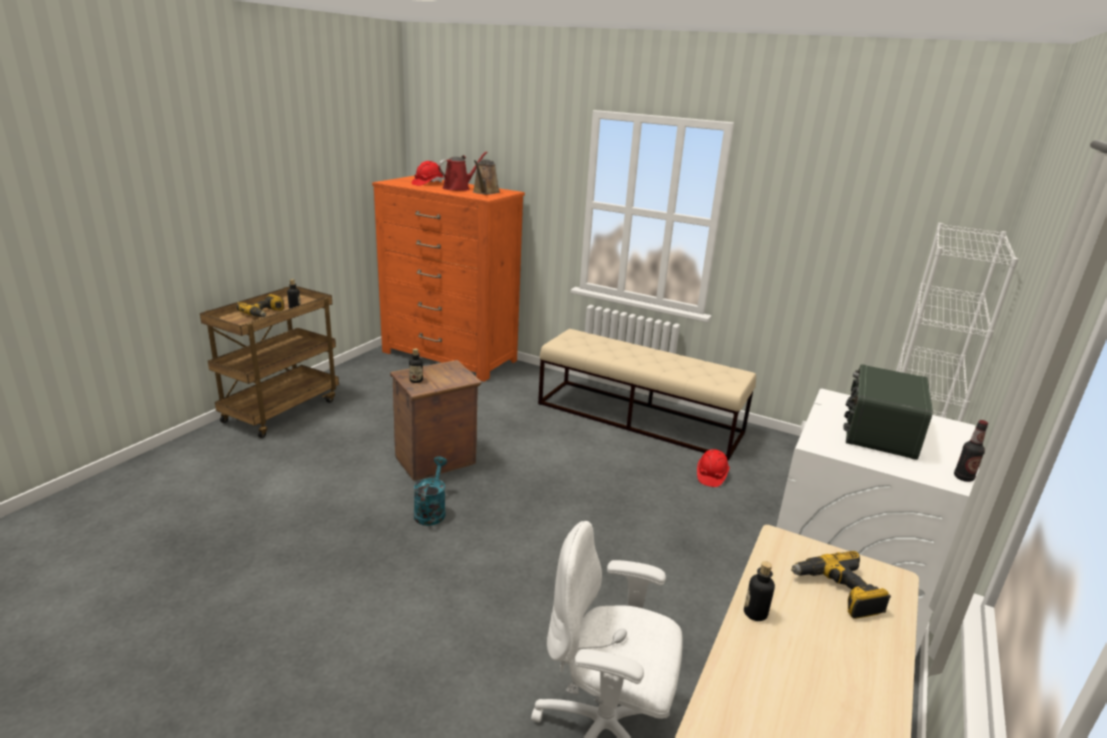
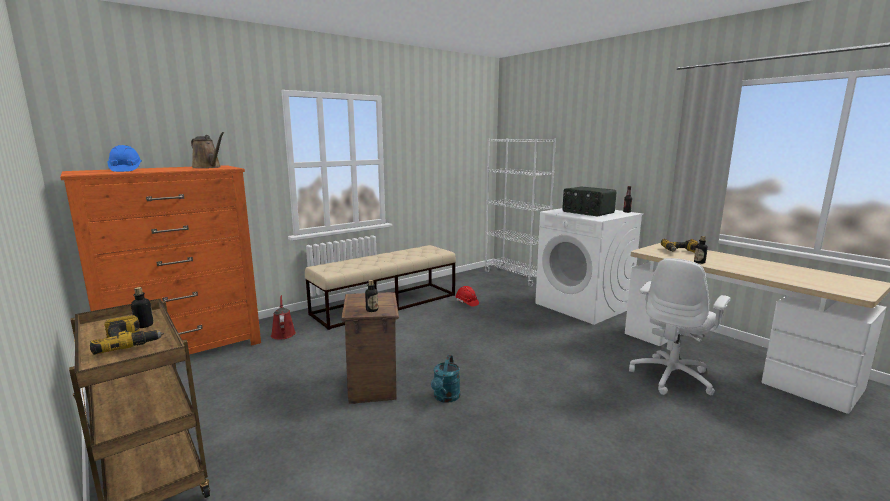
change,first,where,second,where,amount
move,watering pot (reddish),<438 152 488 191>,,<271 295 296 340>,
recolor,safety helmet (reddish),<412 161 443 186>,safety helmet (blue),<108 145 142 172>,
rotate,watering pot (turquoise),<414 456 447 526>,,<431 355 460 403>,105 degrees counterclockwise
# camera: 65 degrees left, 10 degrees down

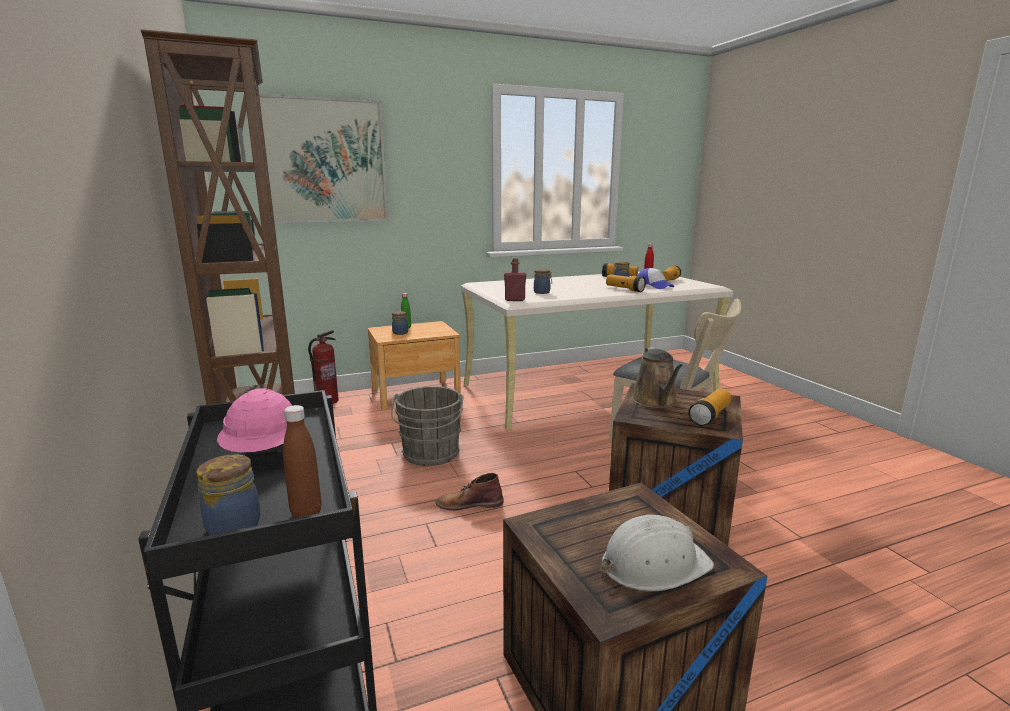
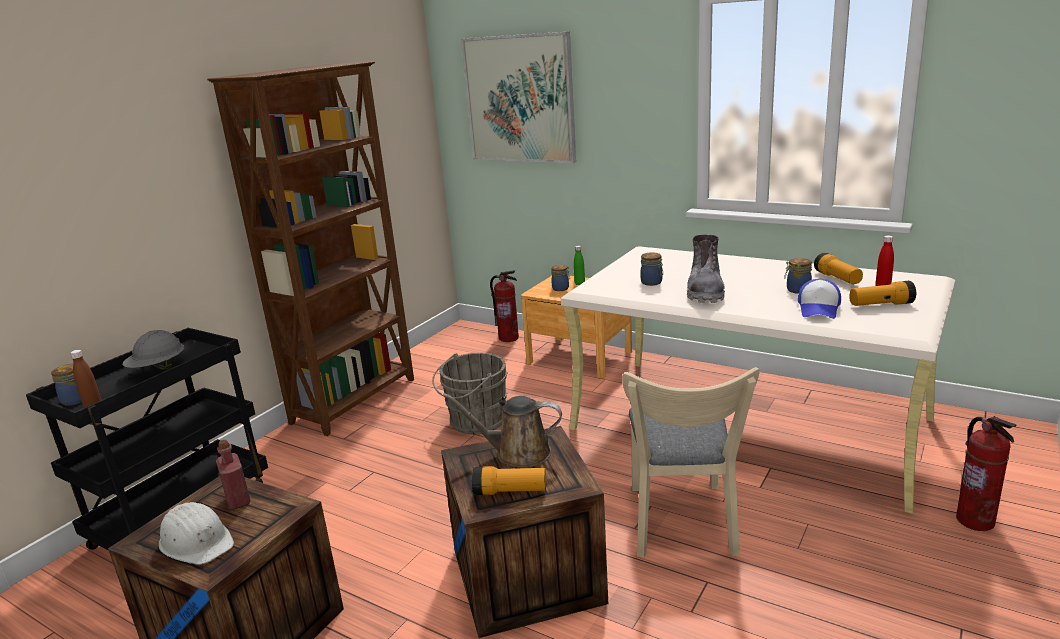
change,first,where,second,where,amount
delete,high-top boot (brown),<436 473 504 510>,,,
delete,torch,<606 274 646 292>,,,
insert,,,high-top boot (grey),<687 234 725 303>,
insert,,,extinguisher,<956 416 1016 531>,
move,beverage bottle (reddish),<504 258 526 301>,,<216 440 251 509>,
recolor,safety helmet (pinkish),<217 389 293 454>,safety helmet (grey),<123 330 184 370>,
rotate,watering pot (brown),<632 347 683 408>,,<443 393 562 468>,45 degrees clockwise
# camera: 55 degrees right, 5 degrees up

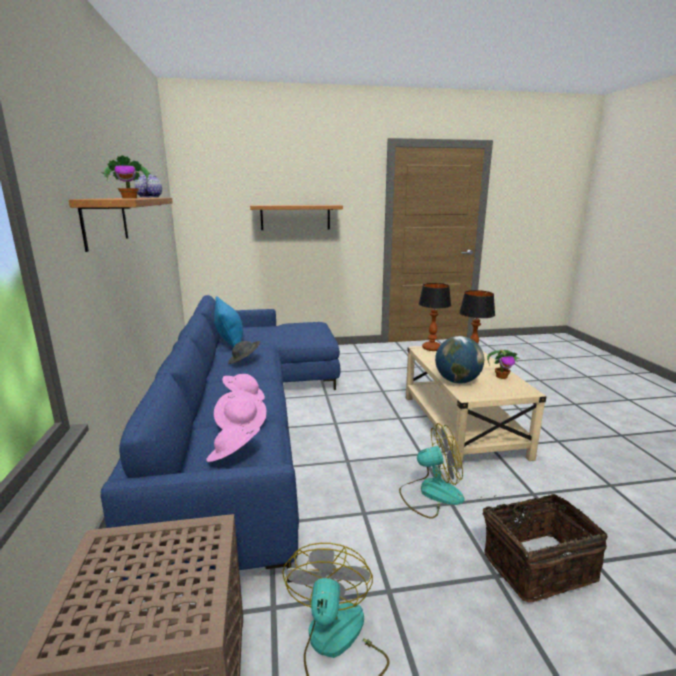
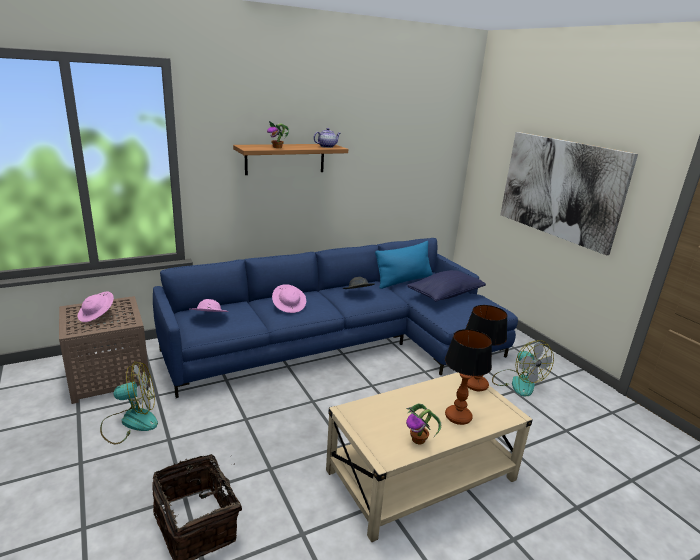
change,first,where,second,where,amount
delete,world globe,<435 336 484 383>,,,
insert,,,pillow (blue),<407 270 486 302>,
move,wearable hat (pinkish),<214 391 266 430>,,<77 292 114 322>,
move,electric fan,<399 423 465 518>,,<492 340 554 397>,
replace,shelf,<250 205 343 230>,wall art,<500 132 638 256>,
# camera: 70 degrees right, 5 degrees up

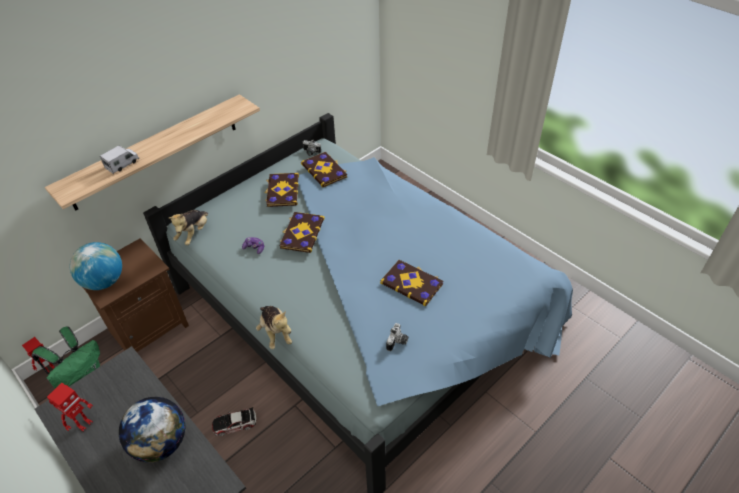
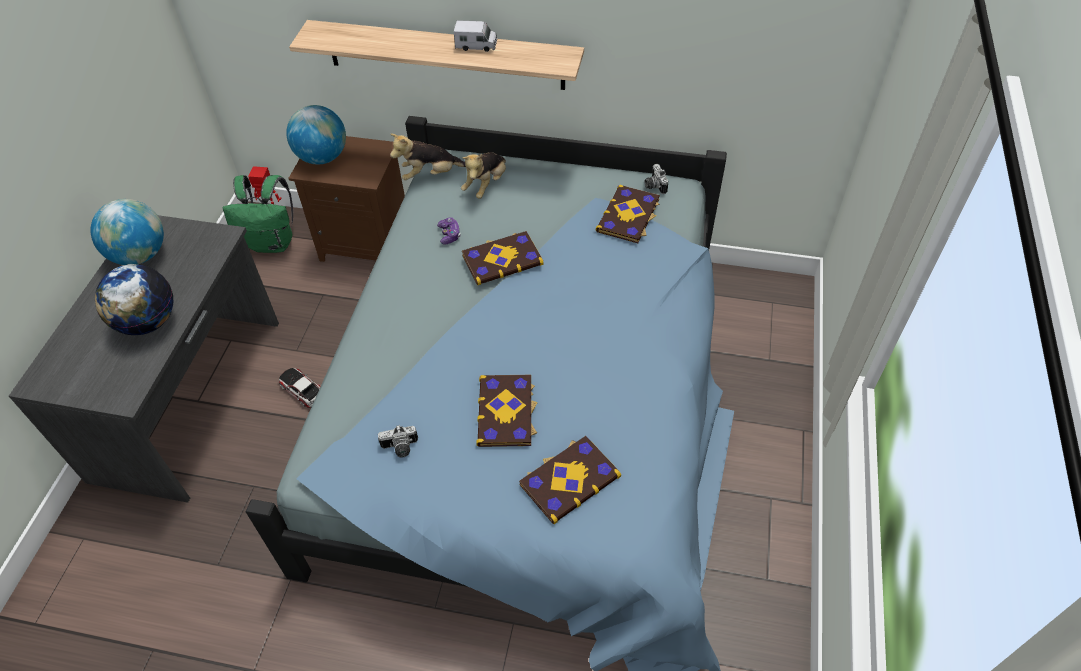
change,first,where,second,where,amount
move,toy lorry,<100 145 139 174>,,<454 20 497 52>,
move,cuddly toy,<256 306 292 349>,,<461 152 506 199>,
move,volume,<264 173 299 207>,,<519 436 621 524>,
replace,robot figure,<47 383 93 432>,world globe,<91 199 164 265>,
# camera: 55 degrees right, 5 degrees up

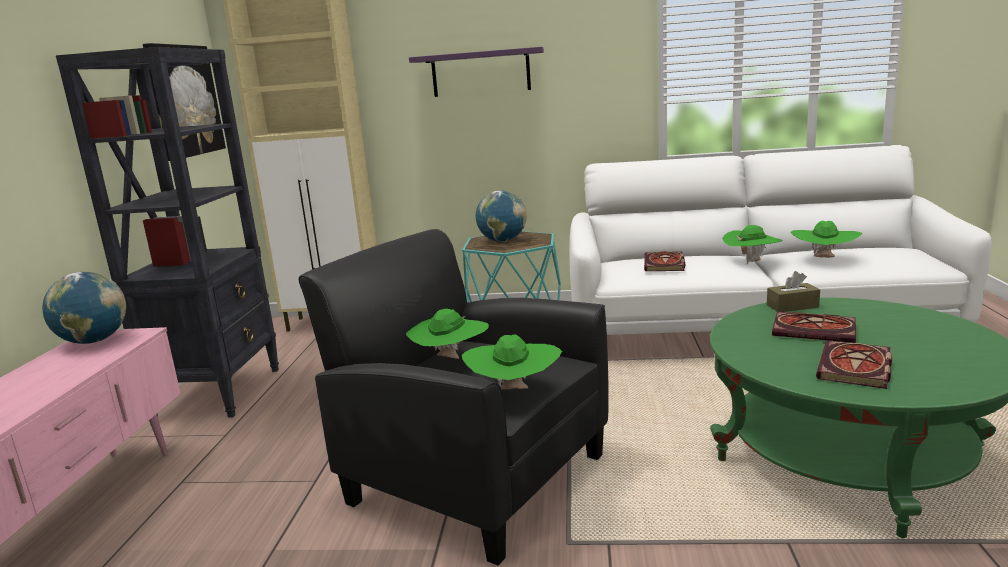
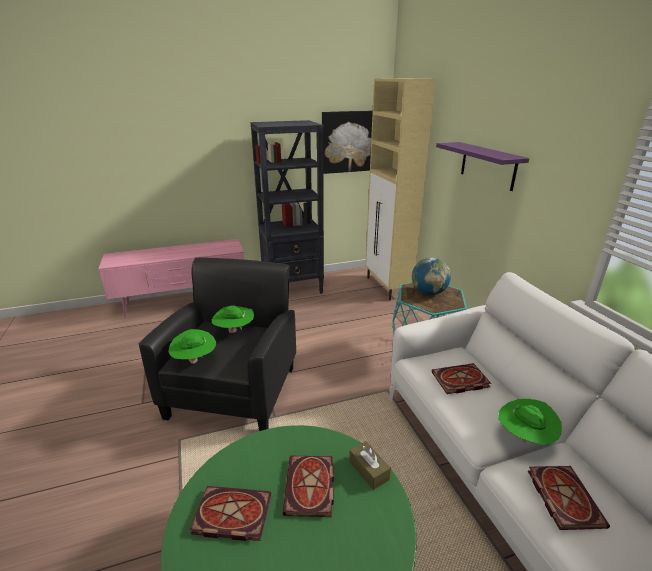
change,first,where,second,where,amount
delete,world globe,<42 272 126 344>,,,
replace,wearable hat (green),<791 221 863 258>,volume,<528 466 610 530>,
# camera: 65 degrees right, 10 degrees up

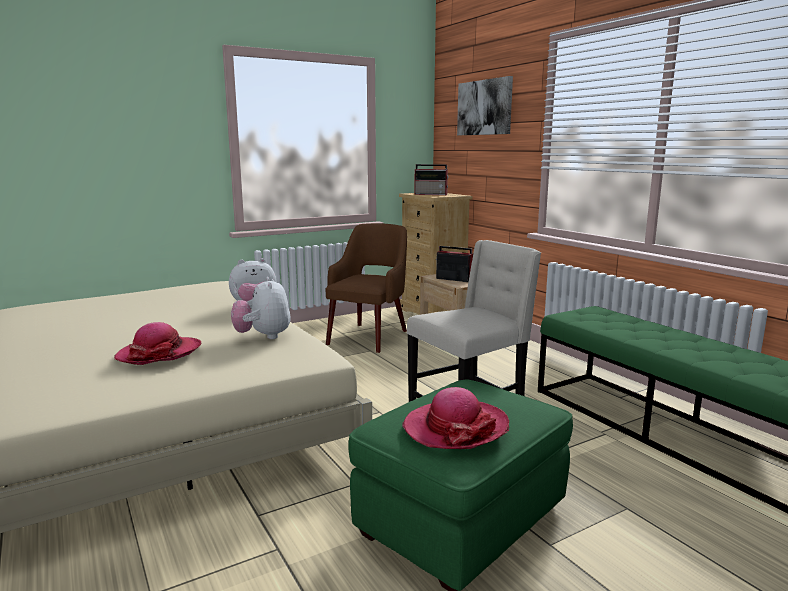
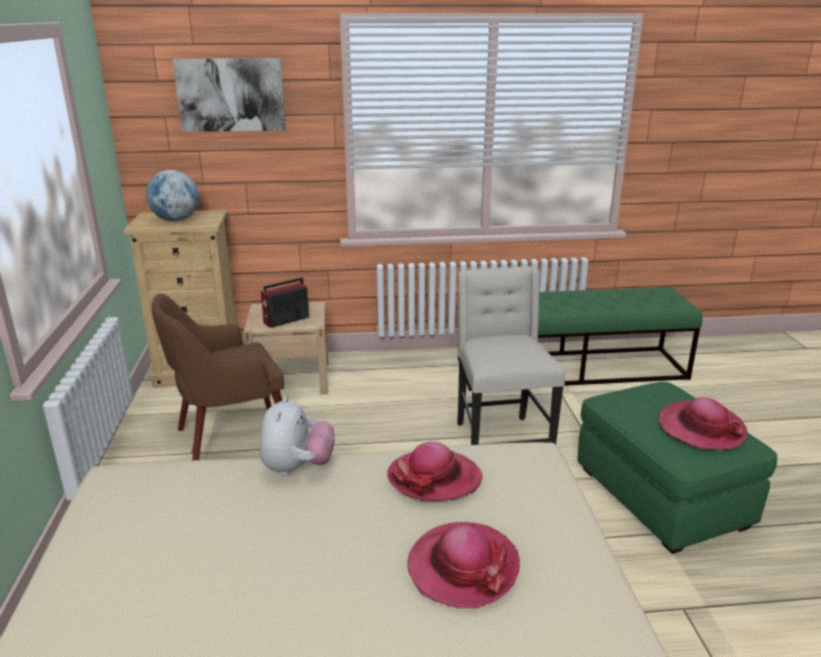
change,first,where,second,where,amount
replace,cuddly toy,<231 277 291 339>,wearable hat,<387 442 483 501>,
replace,radio,<414 164 448 195>,world globe,<146 170 199 221>,
rotate,lounge chair (brown),<326 223 407 353>,,<152 294 284 460>,75 degrees counterclockwise
# camera: 65 degrees left, 10 degrees up

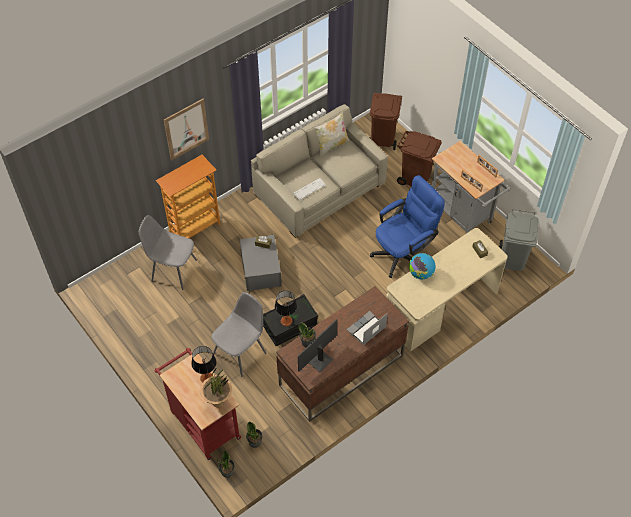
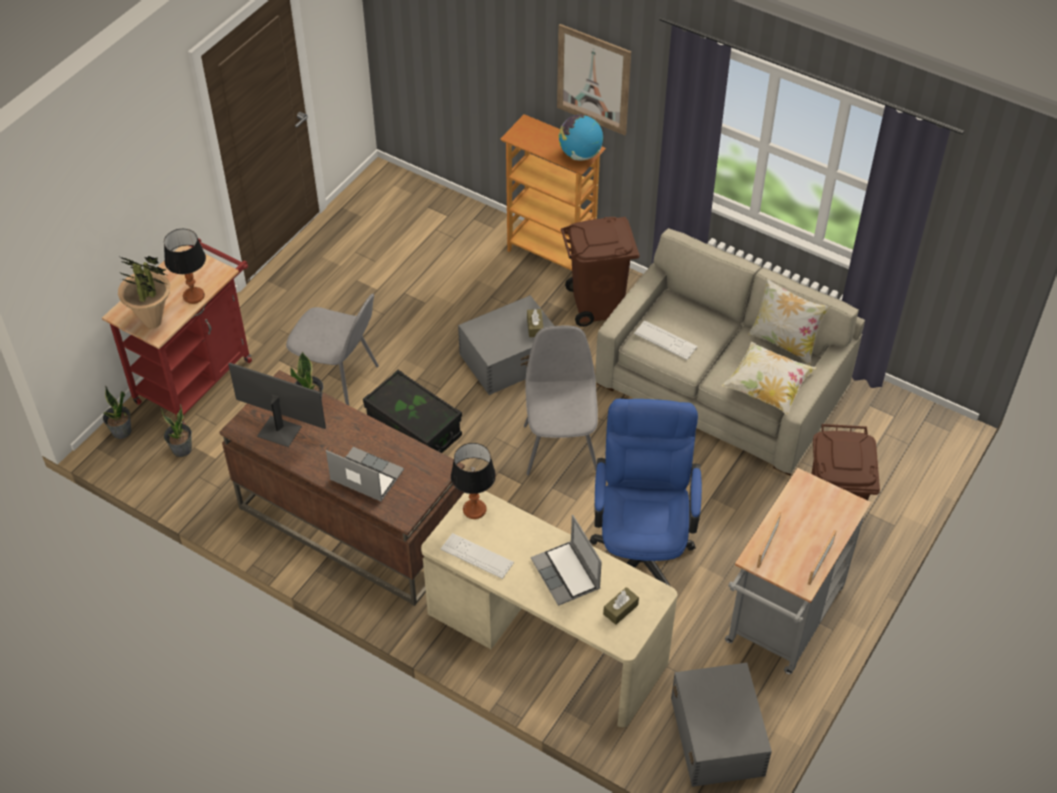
change,first,where,second,where,amount
insert,,,computer keyboard,<441 533 514 579>,
insert,,,notebook computer,<531 515 602 606>,
insert,,,pillow,<722 341 816 415>,
move,upright chair (grey),<139 215 197 290>,,<524 326 598 475>,
move,tabletop lamp,<275 291 297 326>,,<451 443 496 519>,
move,waste bin (brown),<369 93 402 150>,,<561 217 640 327>,
move,world globe,<409 253 436 279>,,<558 115 603 160>,
replace,waste bin (grey),<499 209 539 271>,storage bin (grey),<671 663 772 787>,
rotate,desk chair (blue),<370 175 445 278>,,<589 399 702 586>,120 degrees counterclockwise
# camera: 70 degrees right, 5 degrees down

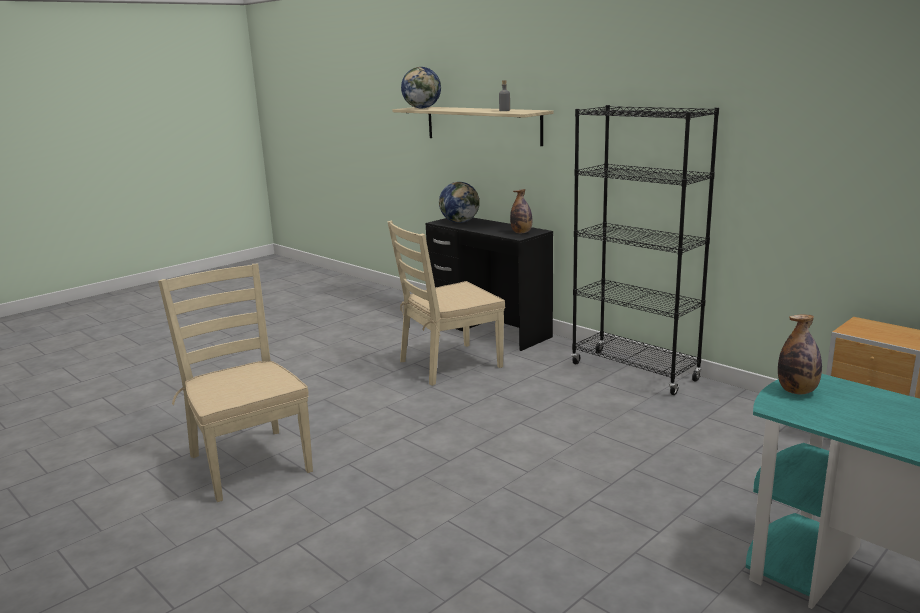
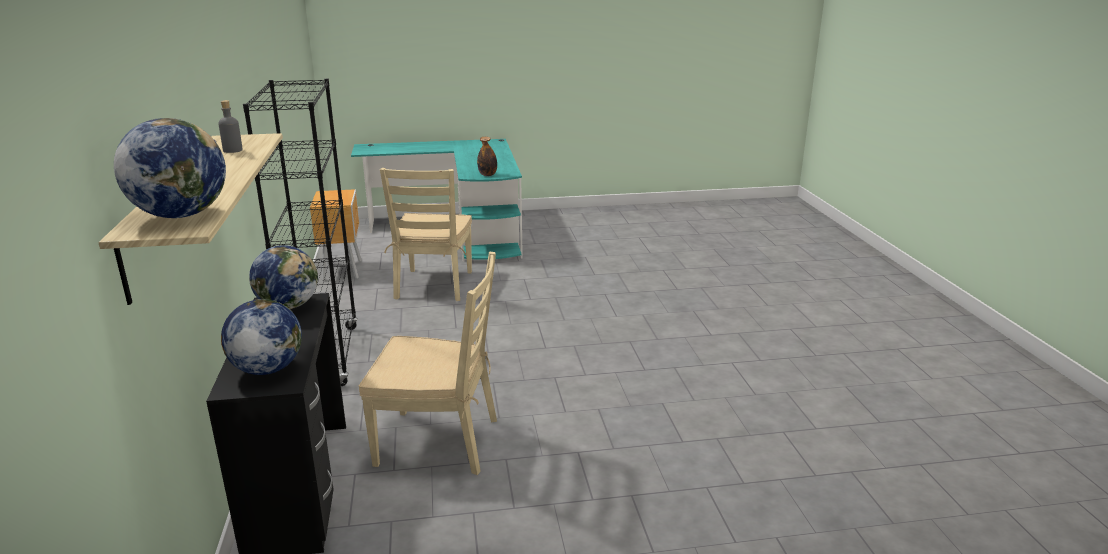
change,first,where,second,where,amount
move,upright chair (beige-coloured),<158 263 313 502>,,<380 168 472 301>,
replace,beverage bottle,<510 189 532 233>,world globe,<249 245 318 309>,
# camera: 145 degrees left, 5 degrees up

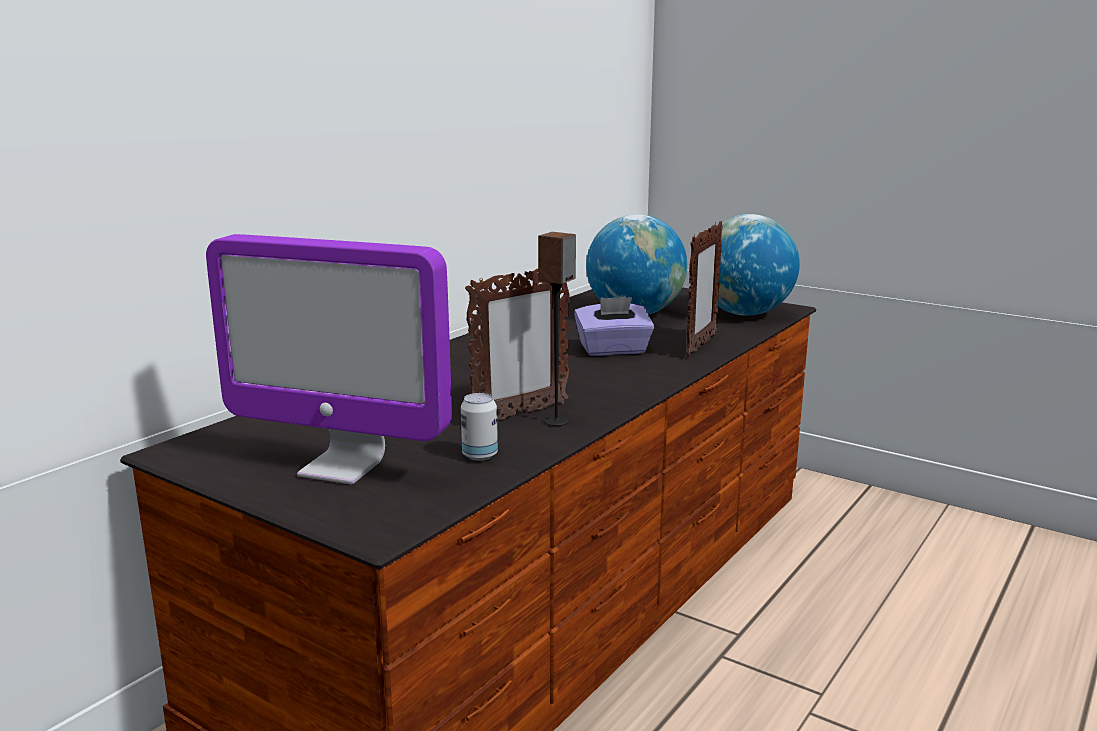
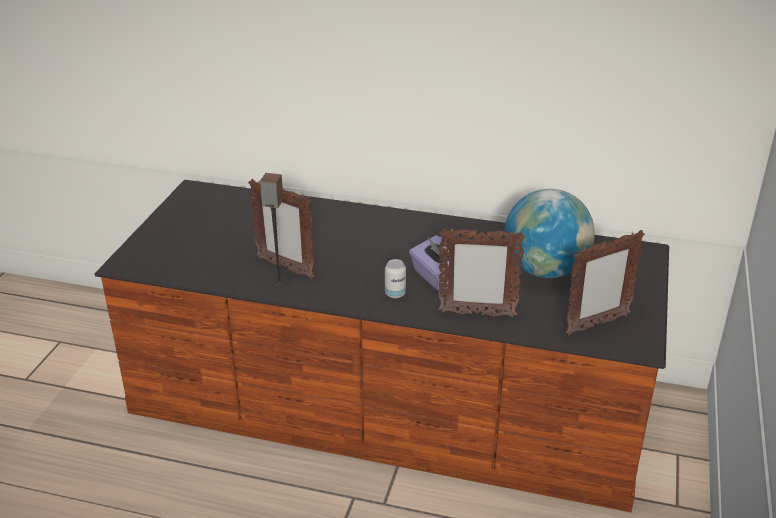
change,first,where,second,where,amount
delete,monitor,<206 234 452 484>,,,
move,sealed can,<461 393 498 461>,,<385 259 406 298>,
replace,world globe,<717 214 800 316>,standing frame,<565 230 645 336>,
# camera: 70 degrees right, 15 degrees up

